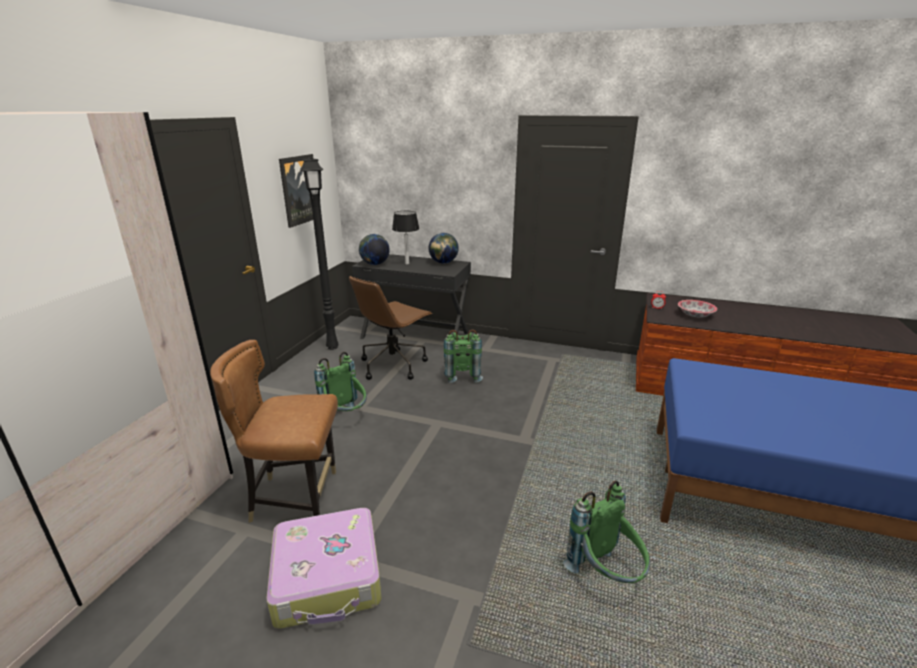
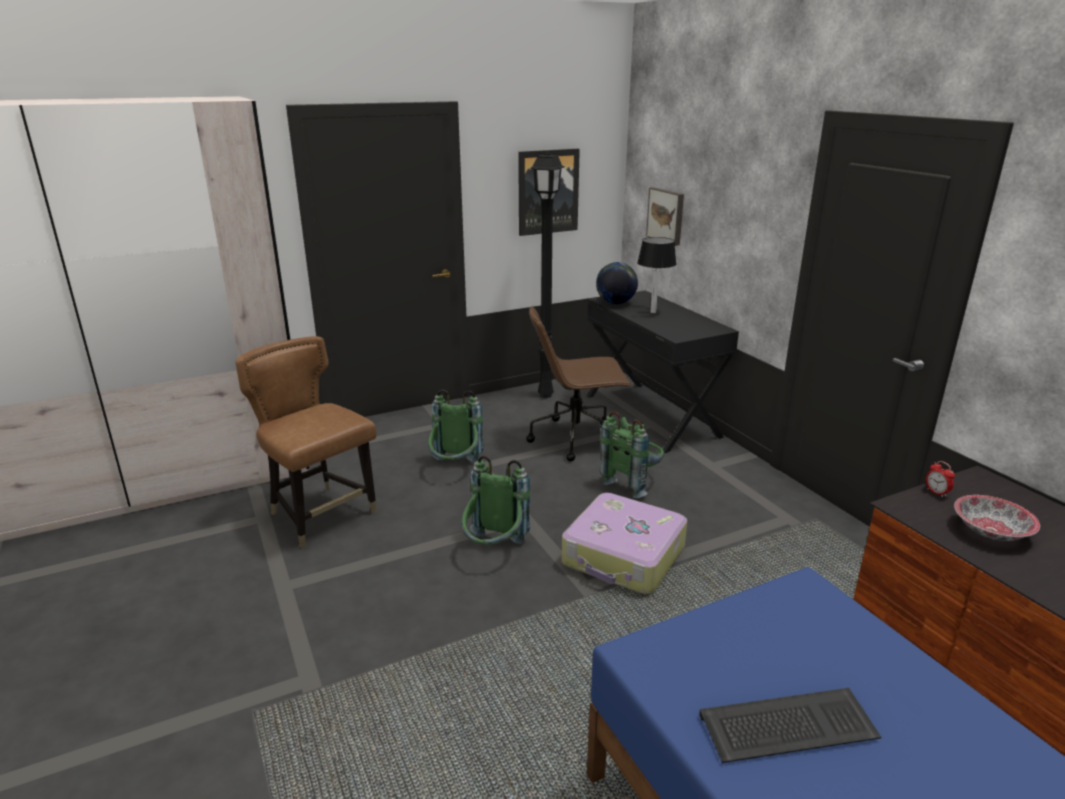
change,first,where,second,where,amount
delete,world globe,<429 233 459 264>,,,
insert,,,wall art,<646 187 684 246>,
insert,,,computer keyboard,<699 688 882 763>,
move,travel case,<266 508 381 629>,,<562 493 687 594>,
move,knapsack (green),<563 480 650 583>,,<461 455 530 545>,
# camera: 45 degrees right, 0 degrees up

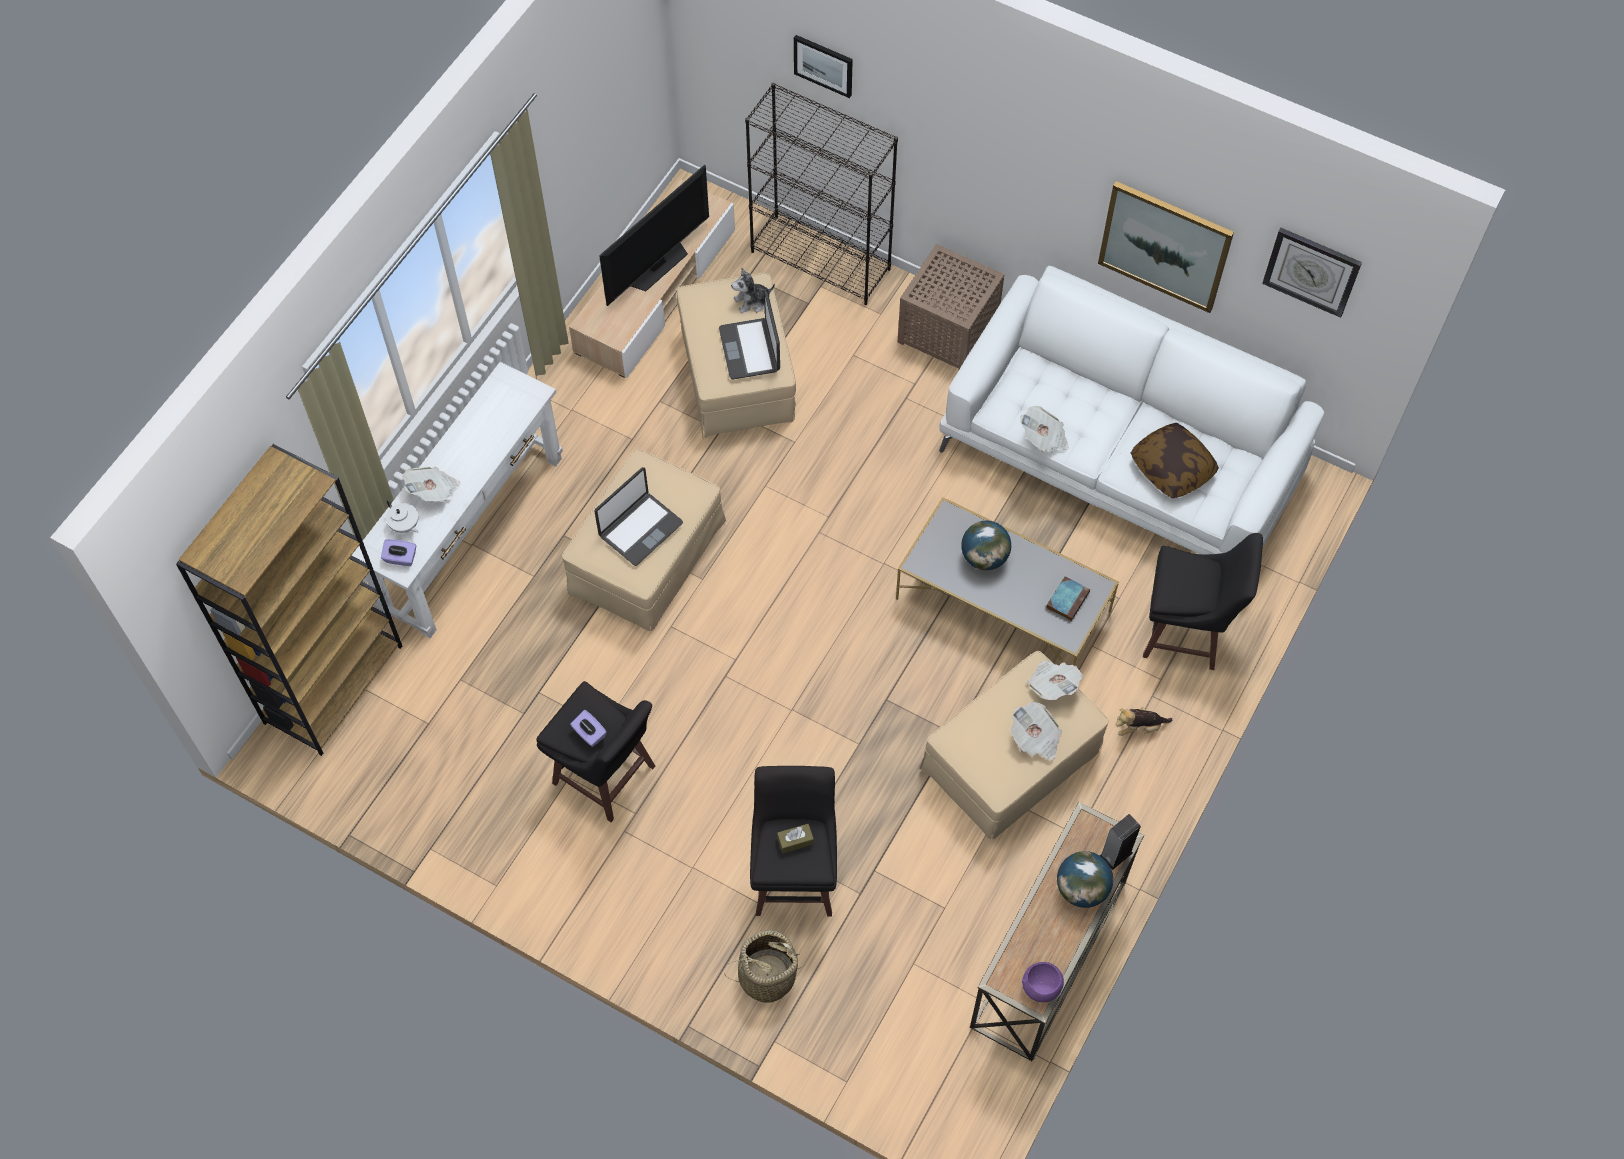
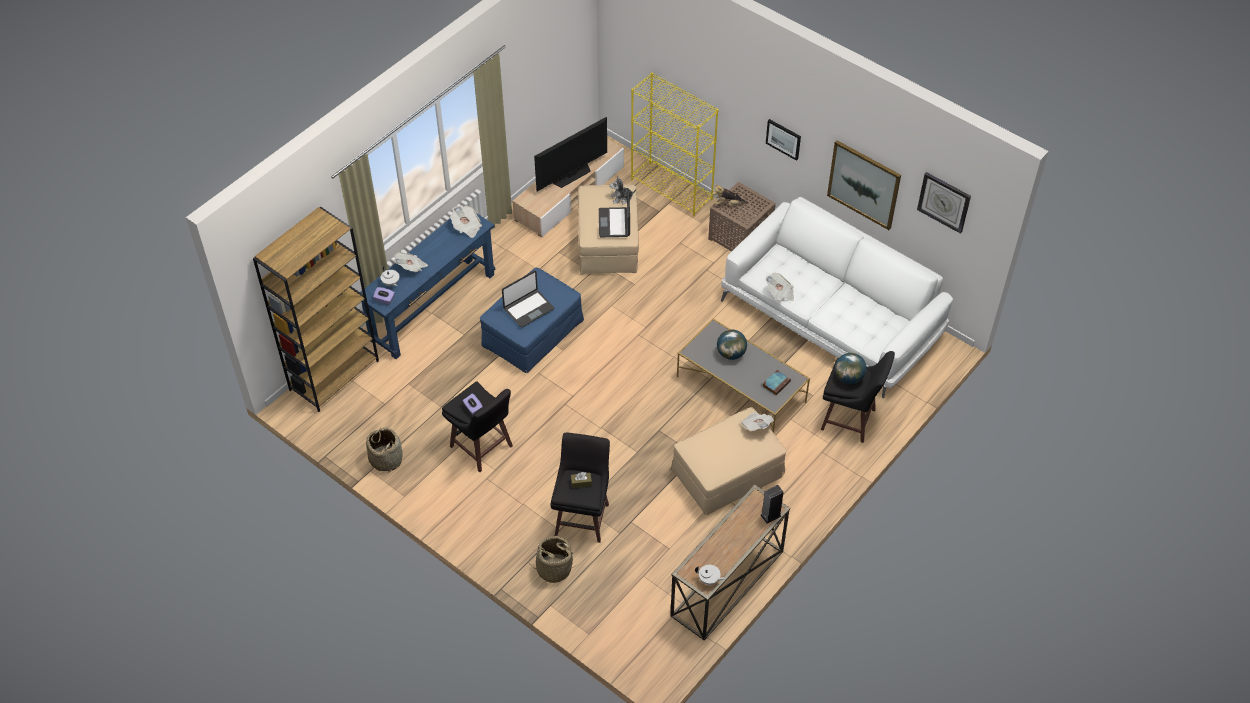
change,first,where,second,where,amount
delete,pillow,<1131 423 1219 498>,,,
insert,,,household basket,<366 427 403 472>,
move,wall art,<794 35 853 98>,,<766 119 801 161>,
move,printed paper,<1011 702 1062 761>,,<450 206 482 238>,
move,world globe,<1057 851 1113 908>,,<835 353 867 384>,
move,cuddly toy,<1116 707 1172 736>,,<712 184 748 205>,
replace,bowl (purple),<1022 962 1064 1002>,tea pot (white),<695 565 726 585>,
recolor,console table (white),<352 362 563 639>,console table (blue),<360 213 495 359>,
recolor,footrest (beige-coloured),<562 449 726 631>,footrest (blue),<480 268 584 373>,
recolor,bookcase (blackish),<745 83 898 305>,bookcase (yellow),<631 73 719 217>,
# camera: 10 degrees right, 10 degrees down

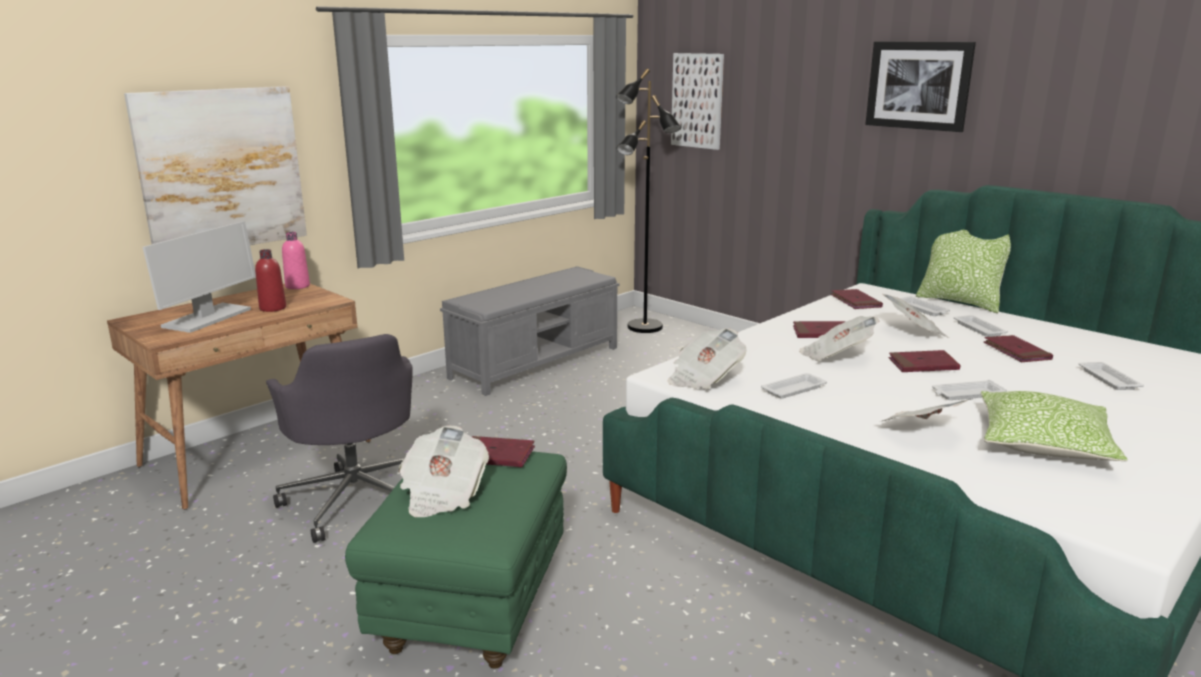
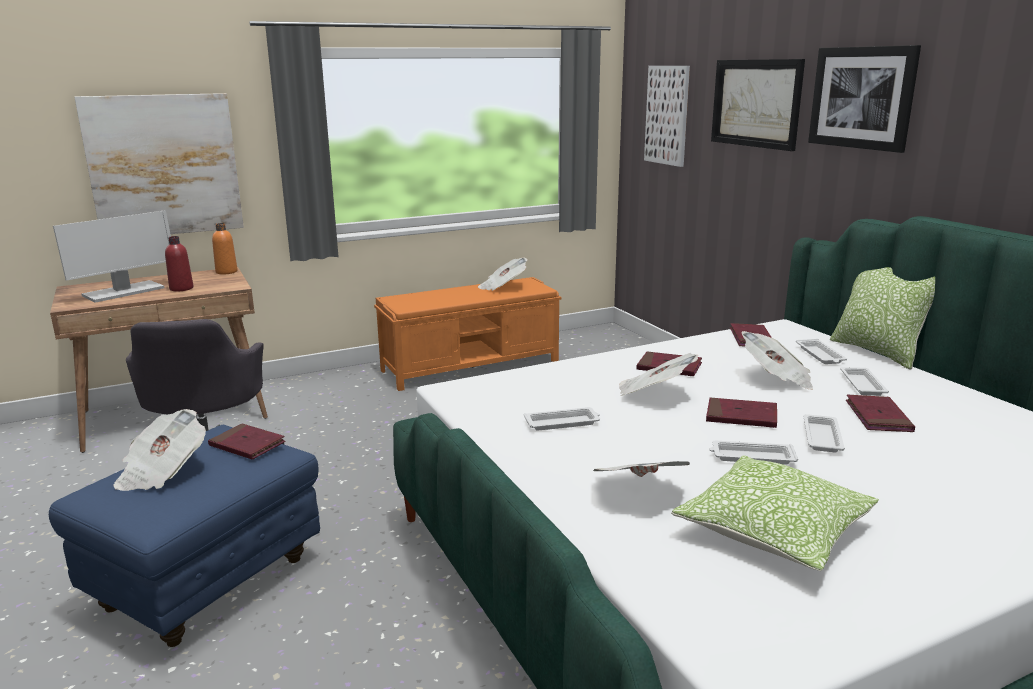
change,first,where,second,where,amount
delete,standing lamp (blackish),<616 68 681 333>,,,
insert,,,wall art,<711 59 805 151>,
move,printed paper,<668 328 747 389>,,<478 258 528 291>,
move,tray (white),<1079 362 1144 390>,,<803 414 845 453>,
recolor,beverage bottle (pinkish),<282 232 310 289>,beverage bottle (orangey),<212 223 238 274>,
recolor,footrest (green),<345 451 567 669>,footrest (blue),<49 425 320 647>,
recolor,long seat (grey),<440 266 620 396>,long seat (orangey),<374 277 561 391>,
# camera: 20 degrees right, 0 degrees up

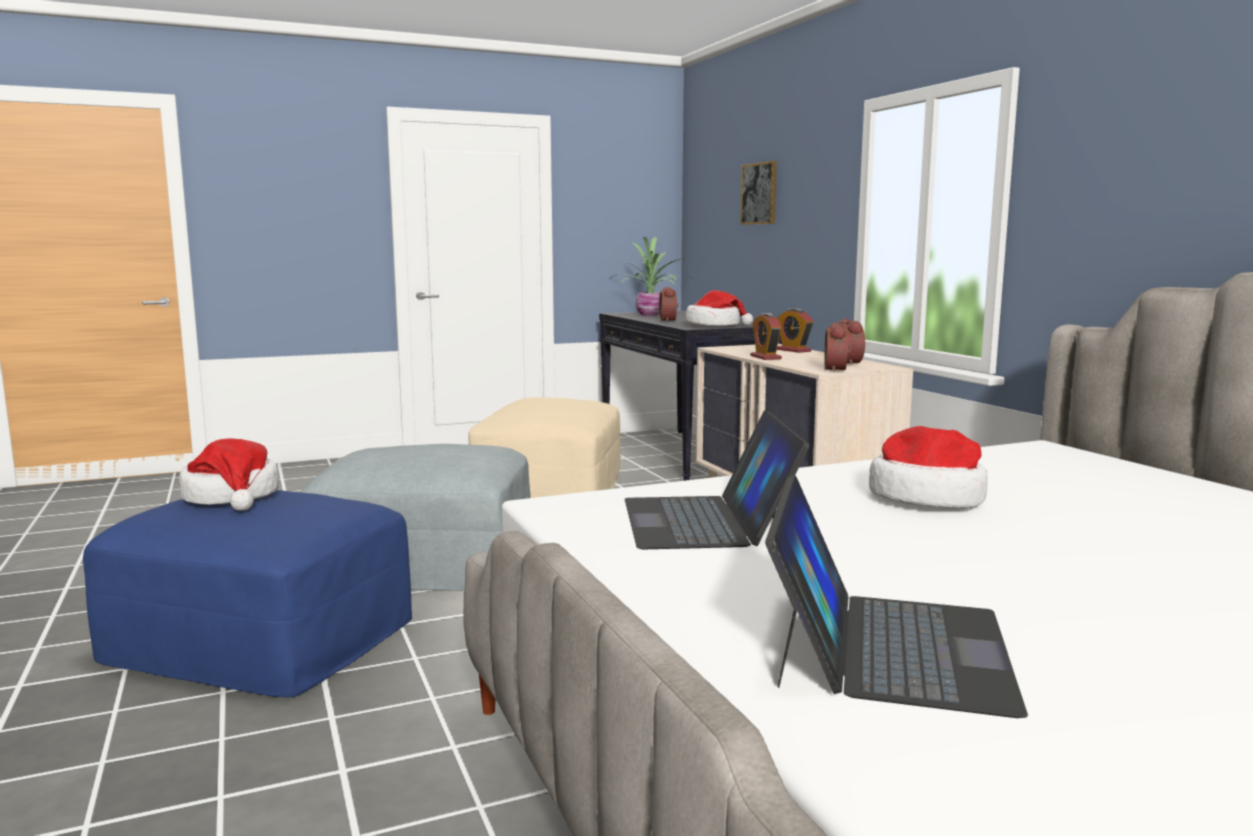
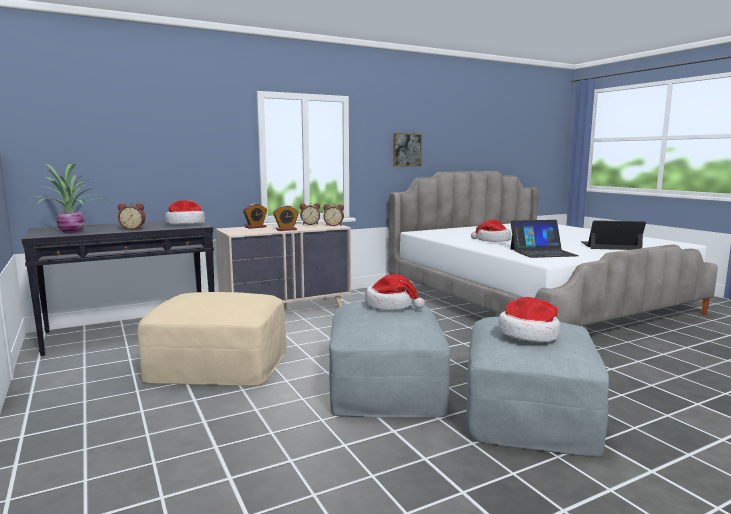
change,first,where,second,where,amount
insert,,,wearable hat,<365 274 425 310>,
move,wall art,<740 161 777 225>,,<393 133 422 167>,
recolor,footrest (blue),<83 490 412 697>,footrest (grey),<466 317 609 457>,
# camera: 95 degrees left, 0 degrees up

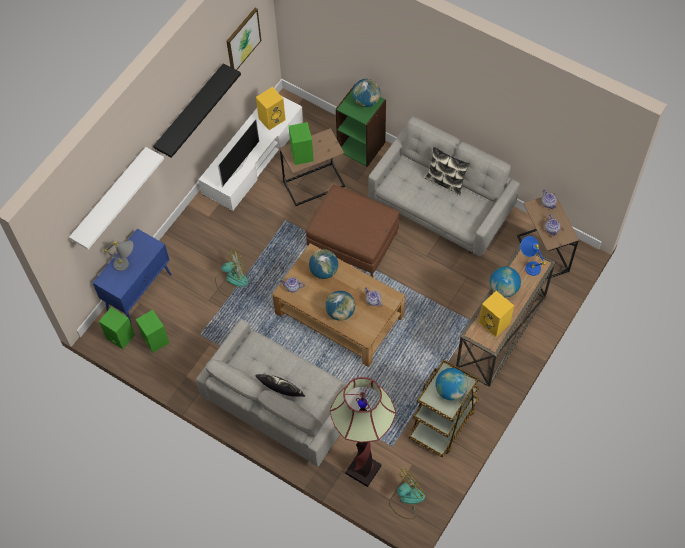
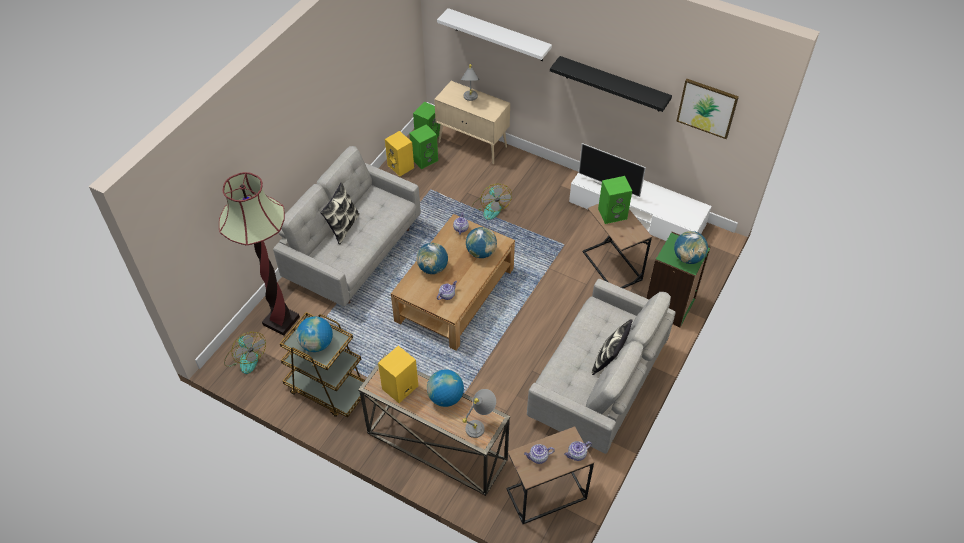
change,first,where,second,where,amount
delete,footrest (brown),<306 185 399 277>,,,
move,audio speaker (yellow),<256 87 286 130>,,<385 131 414 176>,
recolor,cabinet (blue),<93 228 172 325>,cabinet (beige-coloured),<434 81 510 165>,
recolor,tabletop lamp (blue),<520 236 546 276>,tabletop lamp (grey),<462 389 496 438>,
# camera: 85 degrees right, 10 degrees down

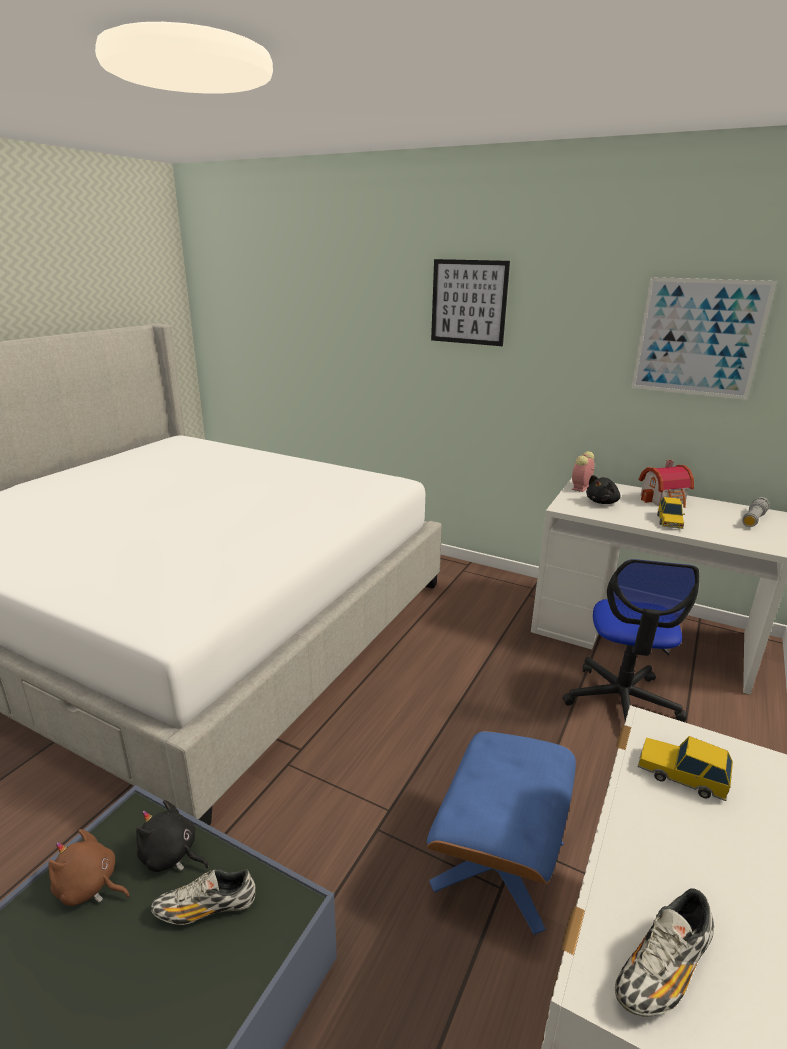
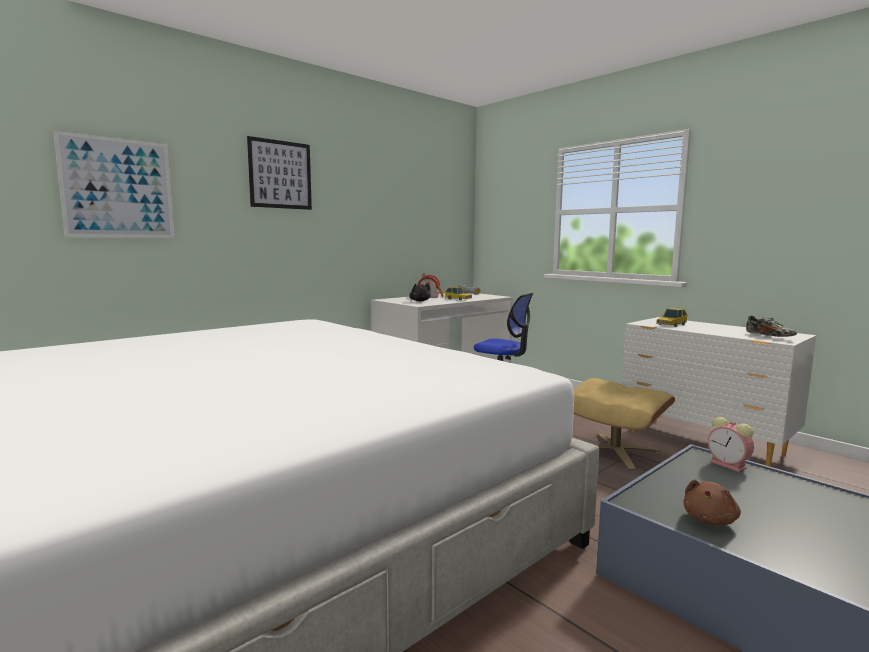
change,first,where,second,where,amount
delete,cuddly toy (blackish),<136 800 209 872>,,,
delete,low shoe,<151 869 256 925>,,,
move,alarm clock,<572 451 594 492>,,<708 417 754 472>,
move,wall art,<631 277 777 400>,,<53 131 174 238>,
recolor,footrest (blue),<427 731 576 935>,footrest (beige-coloured),<573 378 675 470>,
# camera: 70 degrees left, 15 degrees down

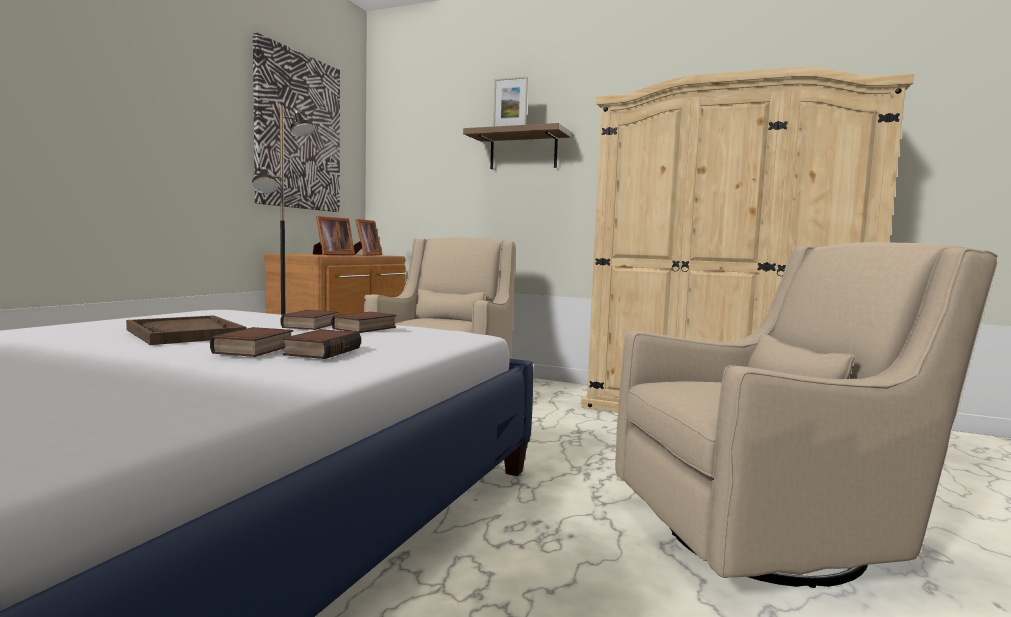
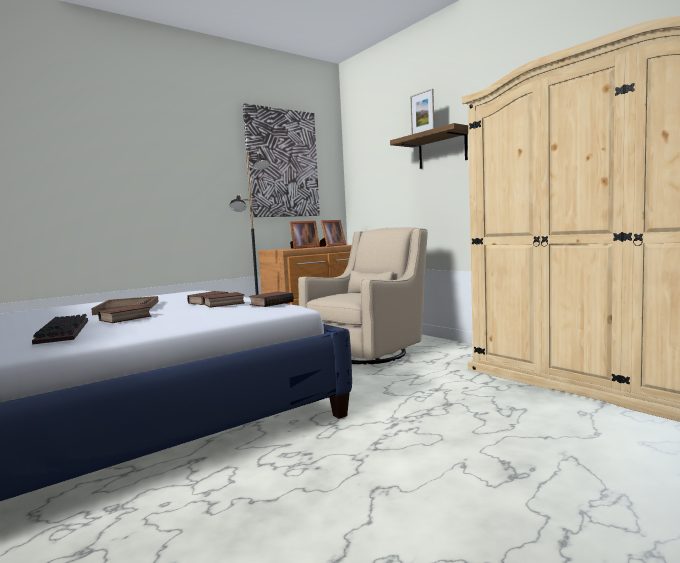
change,first,where,second,where,amount
delete,lounge chair (beige-coloured),<615 242 997 588>,,,
insert,,,computer keyboard,<32 314 88 345>,
move,volume,<282 329 361 359>,,<249 292 294 307>,
# camera: 30 degrees right, 0 degrees up

